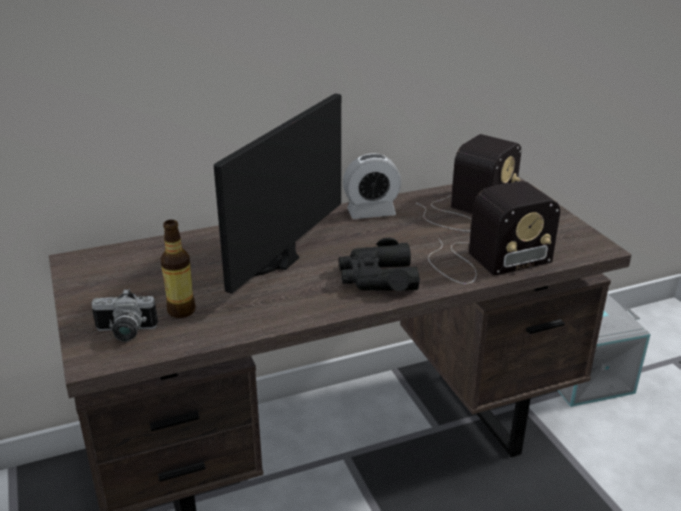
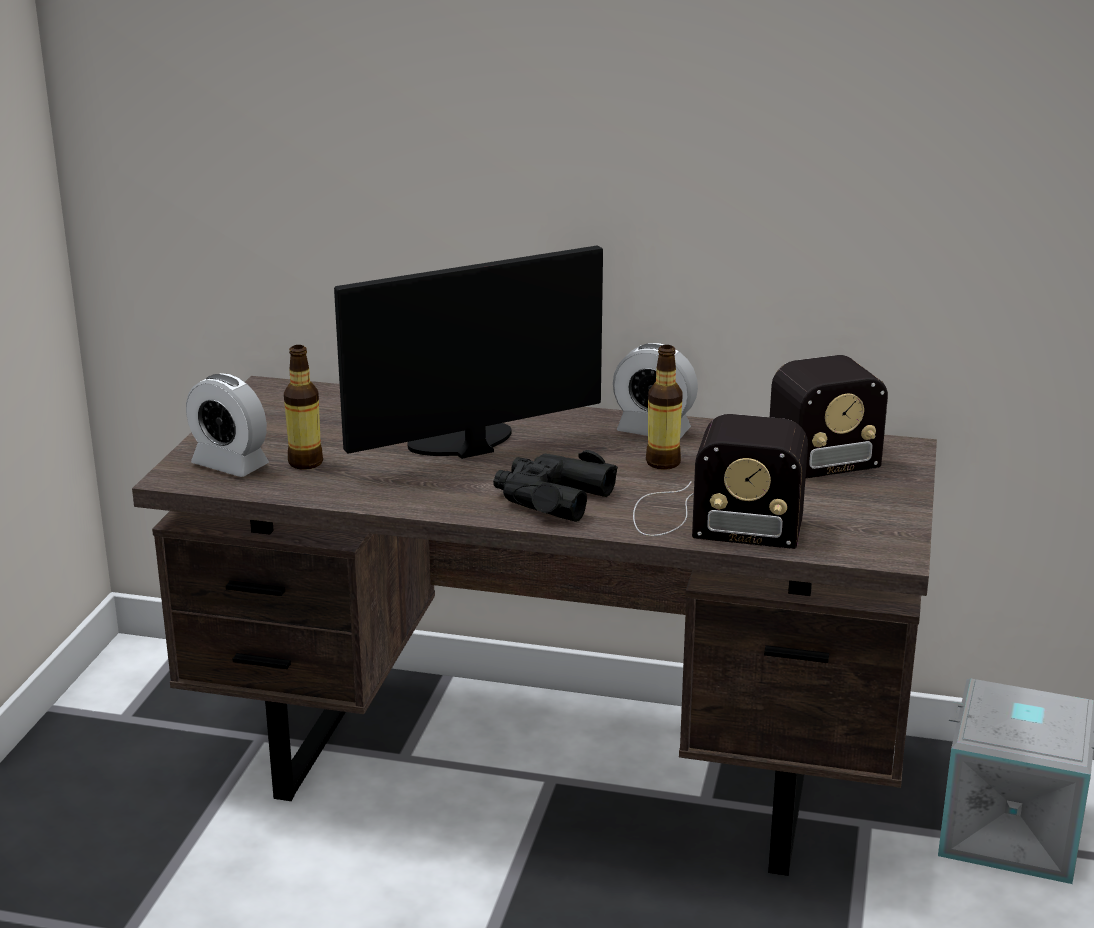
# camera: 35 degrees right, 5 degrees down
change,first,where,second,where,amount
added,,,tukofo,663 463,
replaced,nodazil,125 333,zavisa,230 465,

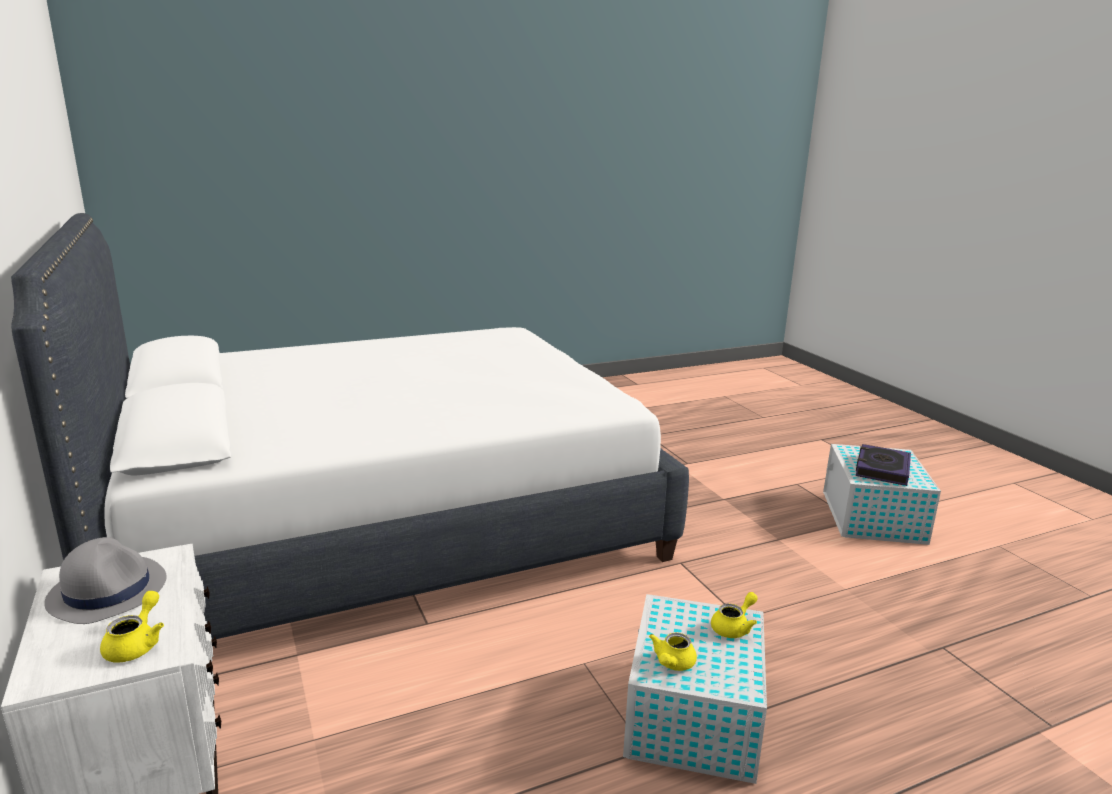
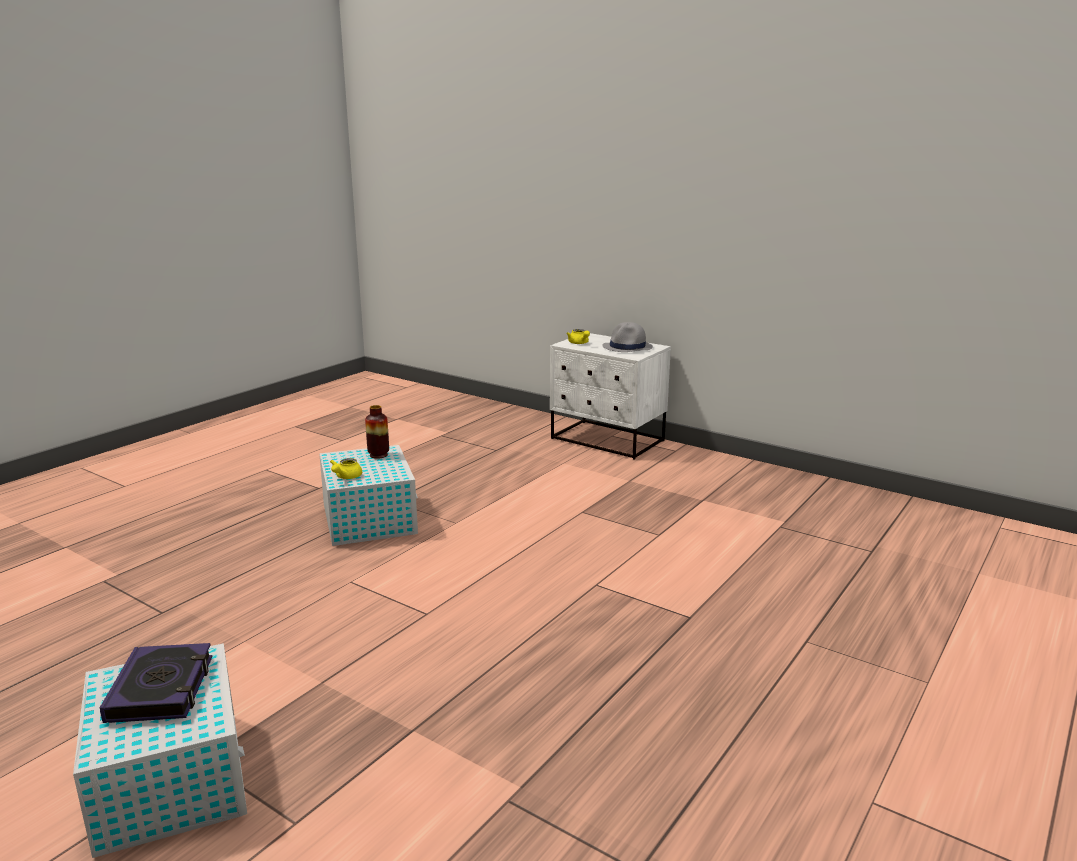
# camera: 150 degrees right, 0 degrees up
change,first,where,second,where,amount
removed,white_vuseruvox,382 524,,,
replaced,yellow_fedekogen,672 663,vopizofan,378 455,

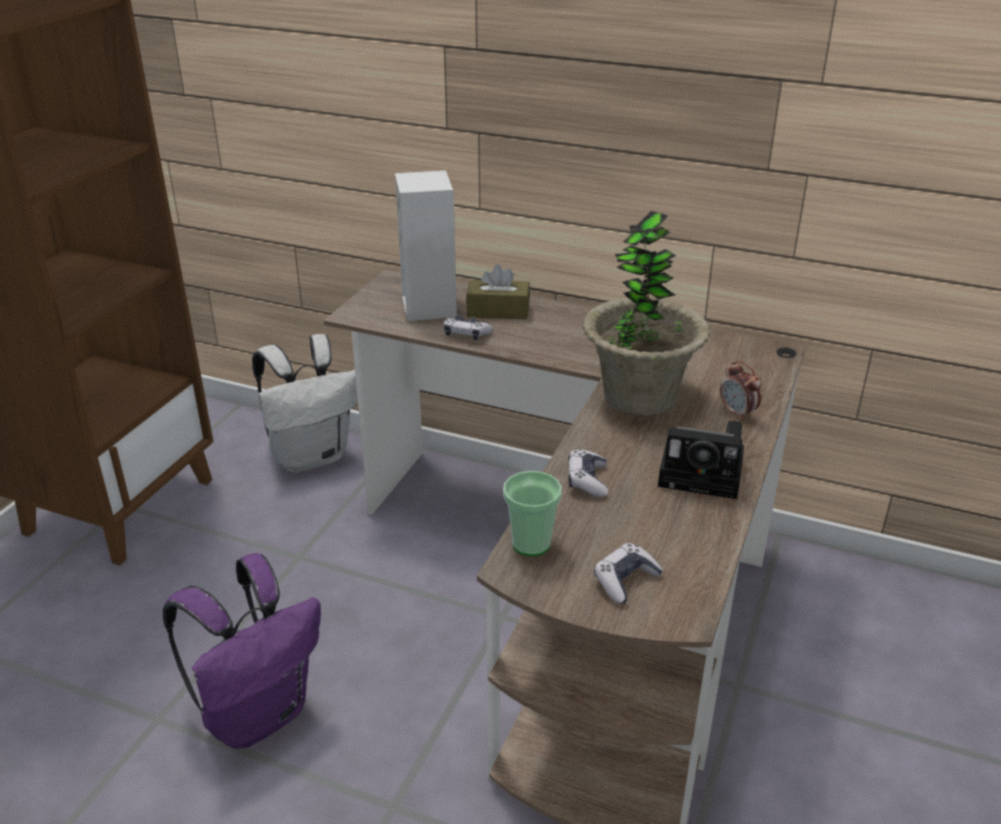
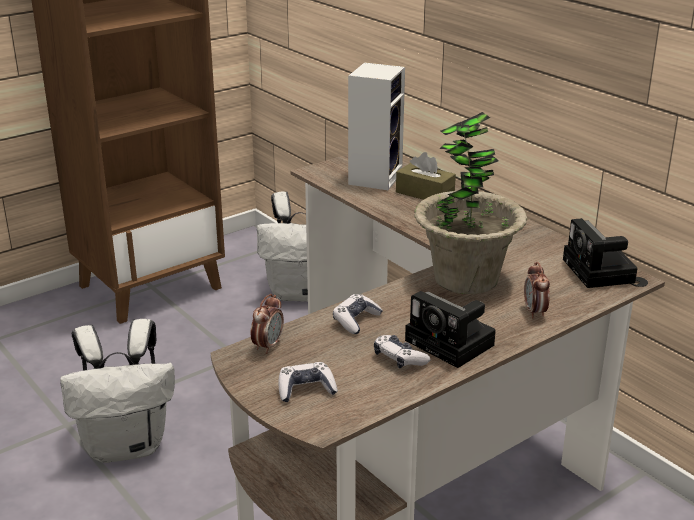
# camera: 30 degrees right, 5 degrees down
change,first,where,second,where,amount
added,,,nodazil,600 272,
moved,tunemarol,466 334,,399 358,
replaced,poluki,531 543,zavisa,268 346,
recoloured,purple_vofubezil,258 714,white_vofubezil,127 445,

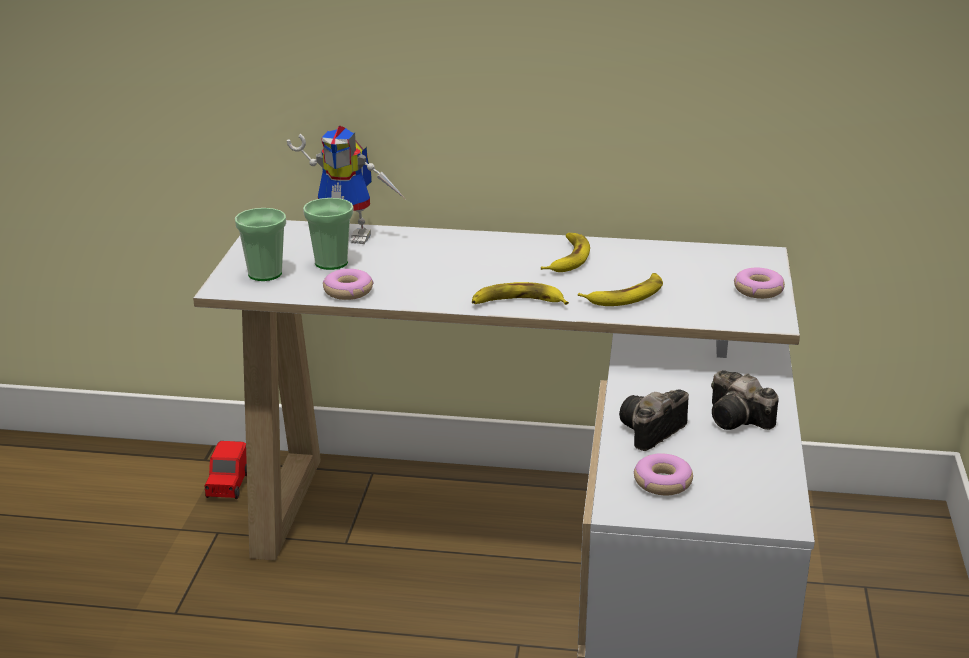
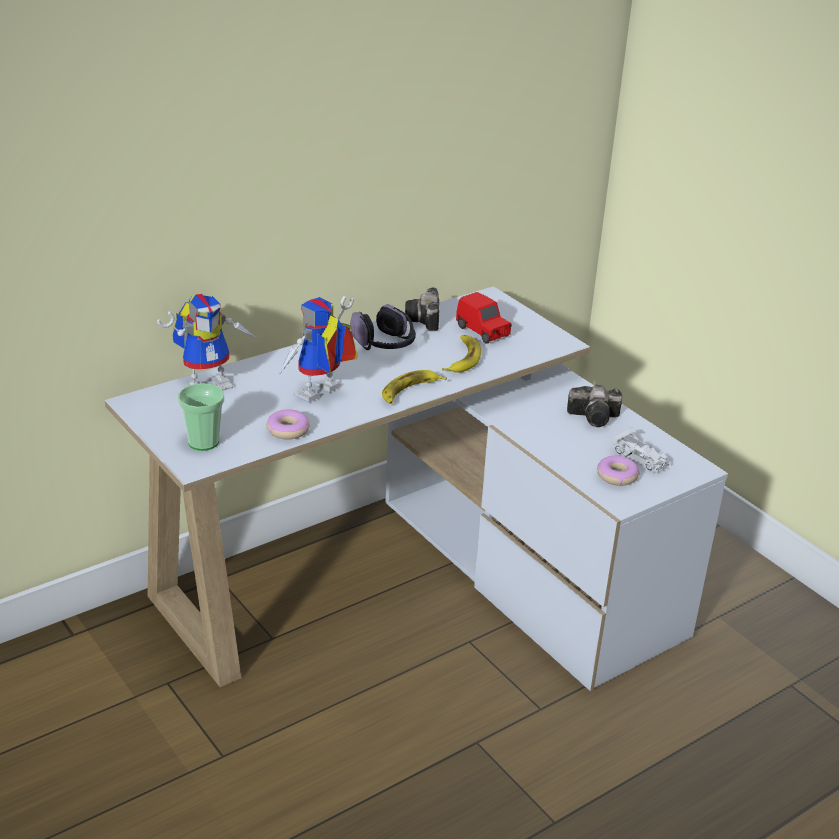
# camera: 45 degrees left, 5 degrees up
change,first,where,second,where,amount
removed,poluki,331 263,,,
removed,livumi,758 290,,,
added,,,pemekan,319 396,
added,,,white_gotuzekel,641 458,
moved,red_gotuzekel,228 485,,483 332,
moved,nodazil,649 433,,425 321,
replaced,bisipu,567 258,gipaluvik,384 344,

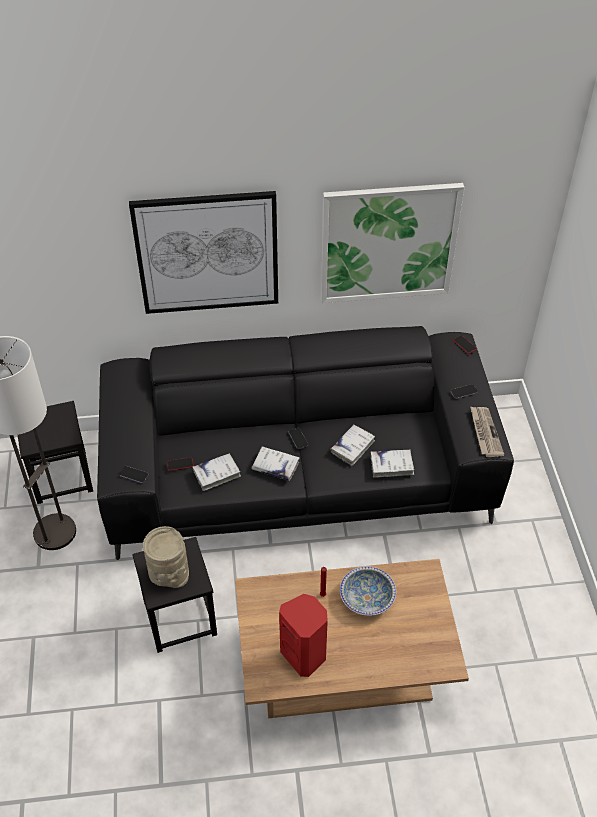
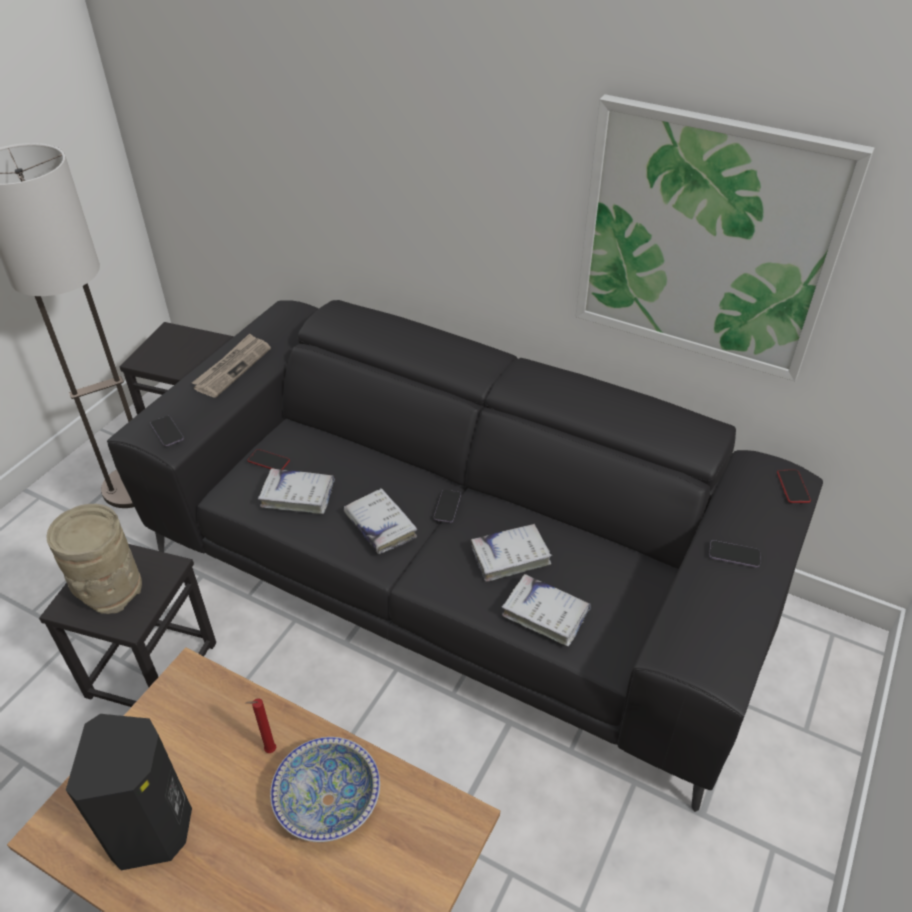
# camera: 35 degrees right, 5 degrees down
change,first,where,second,where,amount
removed,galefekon,207 253,,,
moved,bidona,485 432,,232 367,
recoloured,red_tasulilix,305 655,black_tasulilix,154 829,

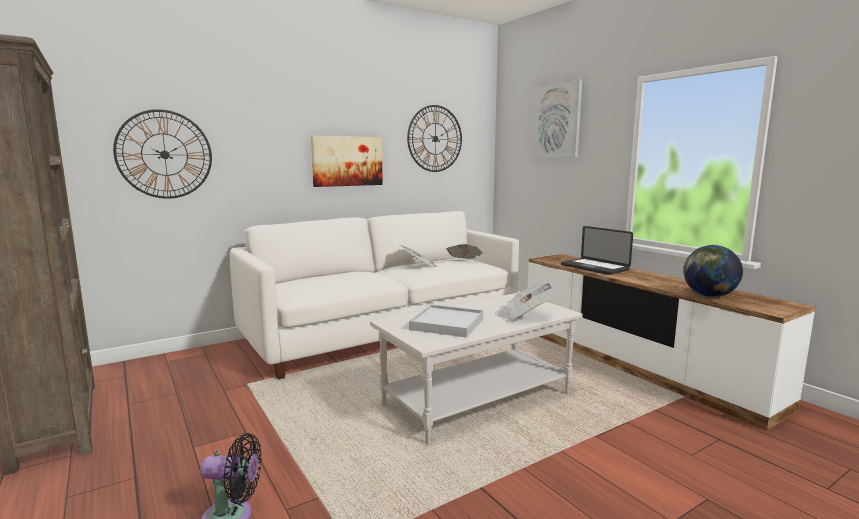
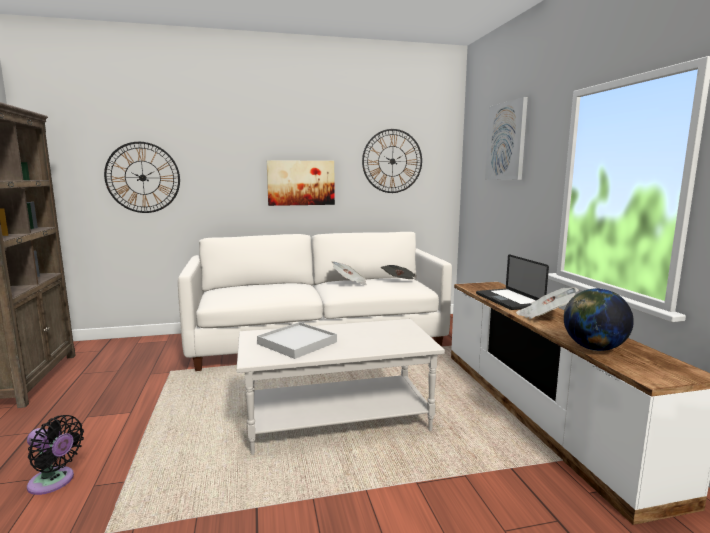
# camera: 20 degrees right, 0 degrees up
change,first,where,second,where,amount
moved,bidona,523 315,,544 317,

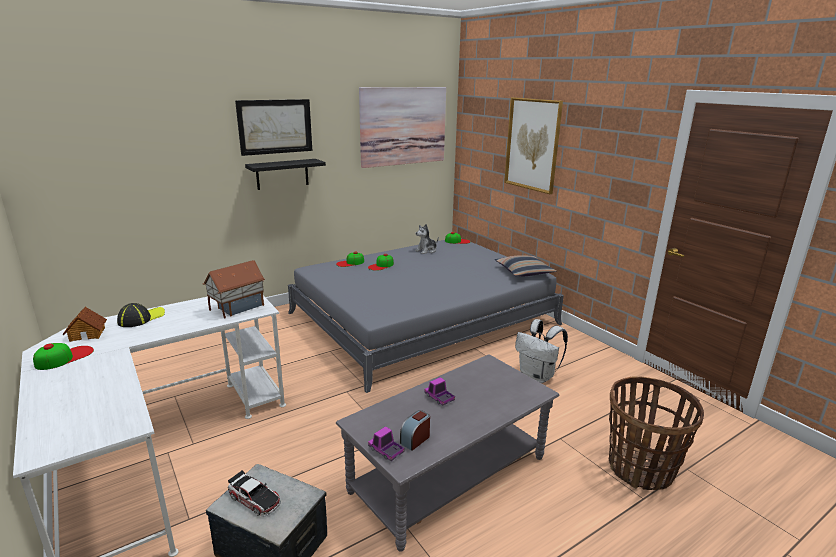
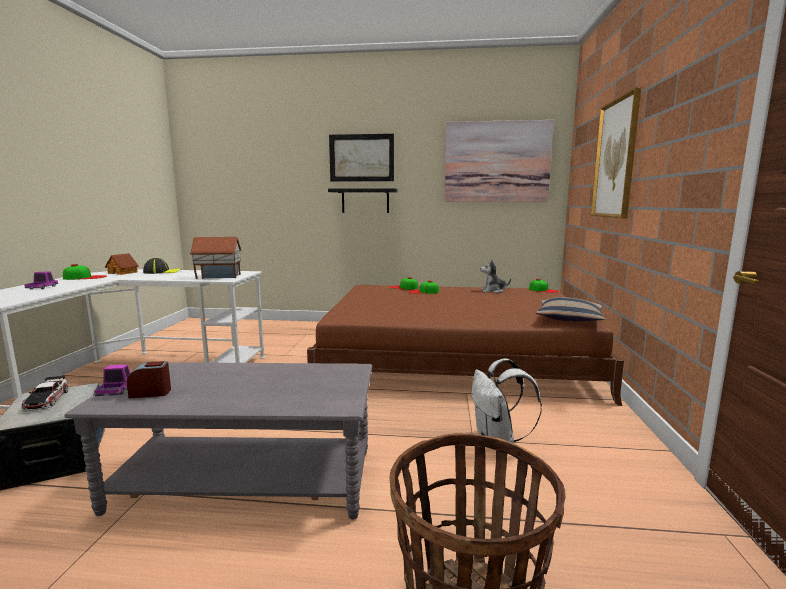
# camera: 40 degrees right, 10 degrees down
change,first,where,second,where,amount
moved,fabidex,439 398,,42 288,
recoloured,grey_vuseruvox,422 318,brown_vuseruvox,454 357,

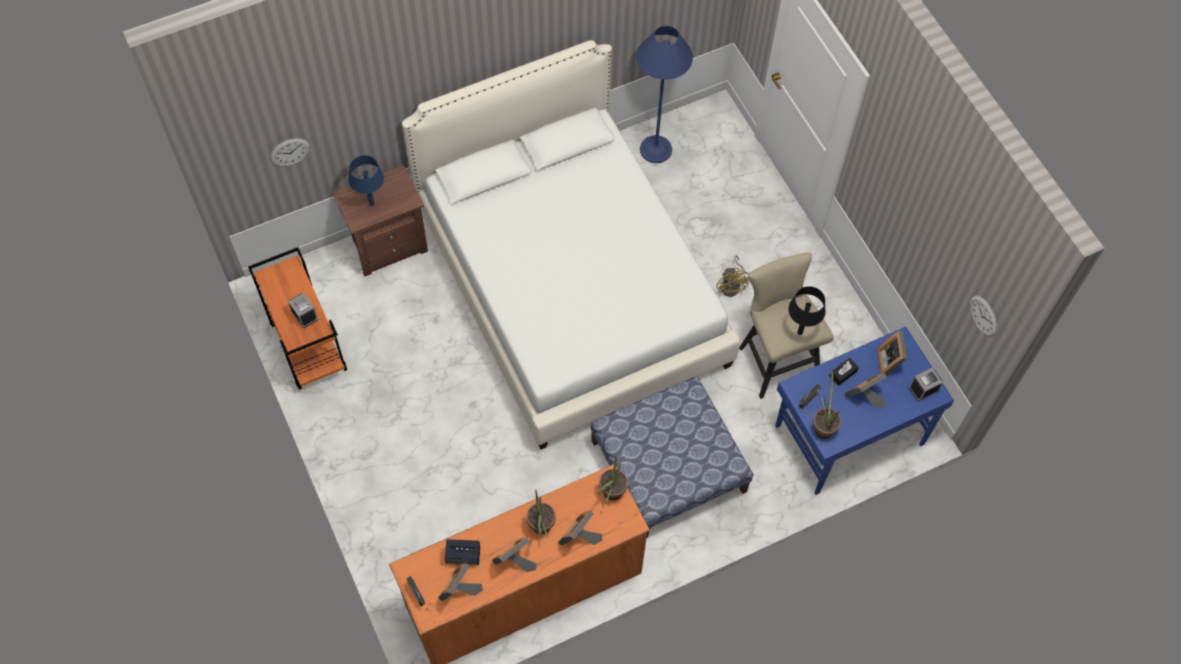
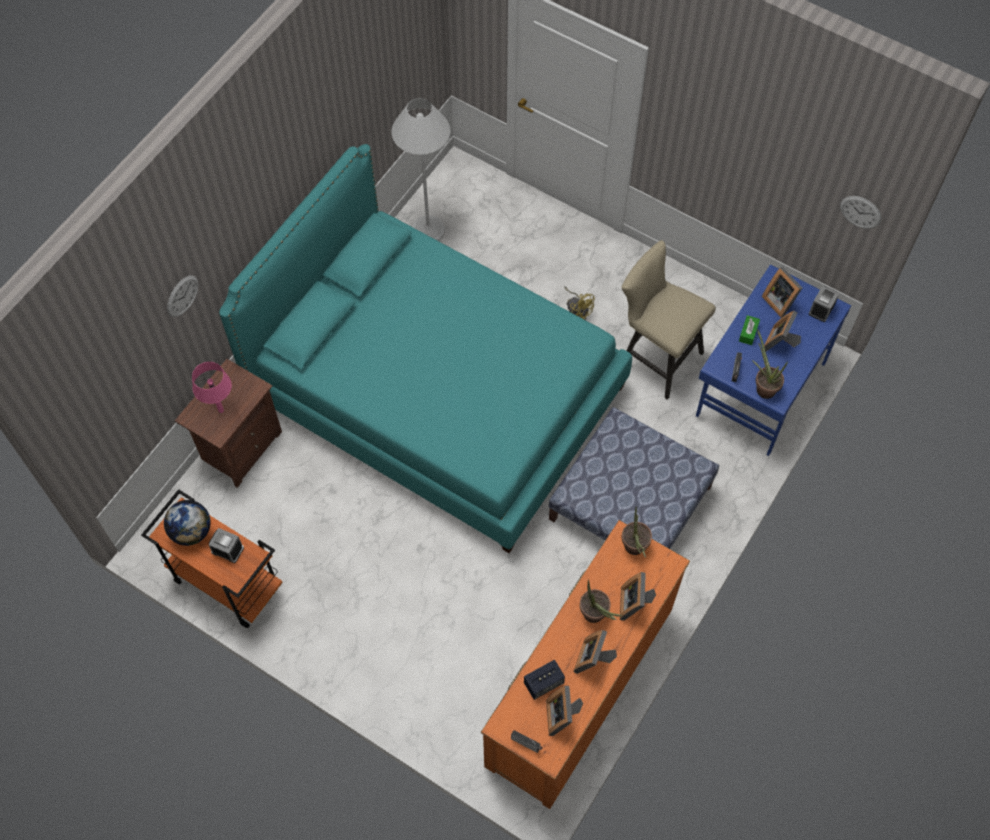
# camera: 30 degrees left, 0 degrees up
change,first,where,second,where,amount
removed,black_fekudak,800 332,,,
added,,,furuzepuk,191 531,
moved,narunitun,290 152,,182 296,
recoloured,blue_fekudak,372 204,pink_fekudak,221 410,
recoloured,white_vuseruvox,572 287,turquoise_vuseruvox,437 392,
recoloured,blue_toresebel,655 149,white_toresebel,428 230,
recoloured,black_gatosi,843 374,green_gatosi,748 333,

